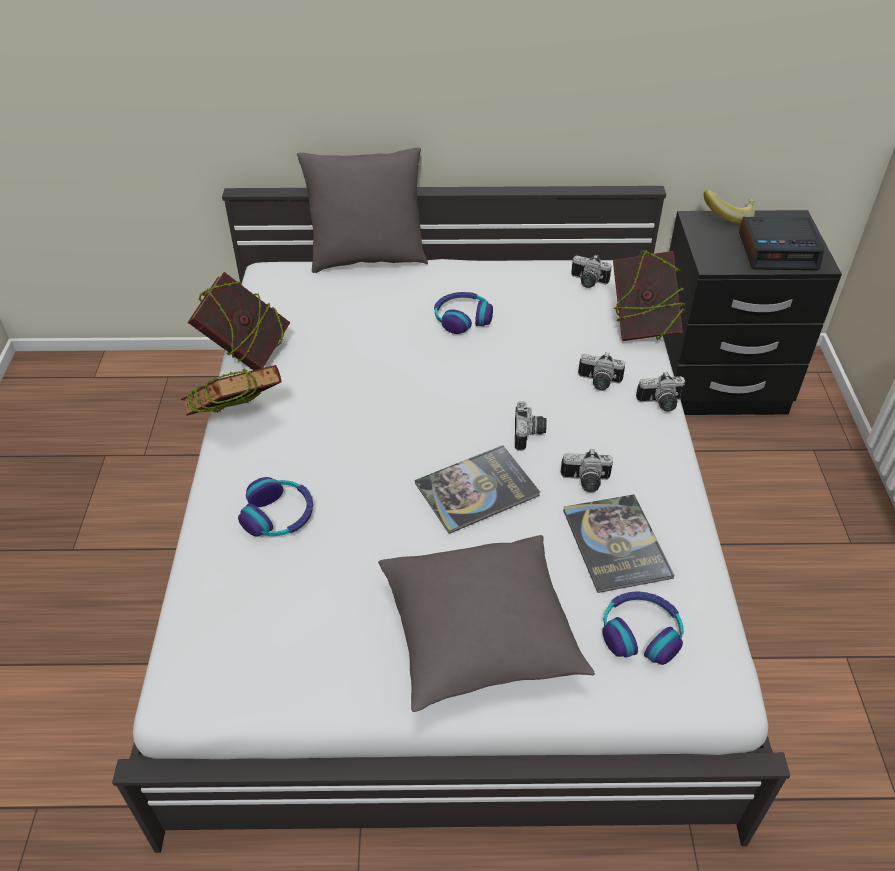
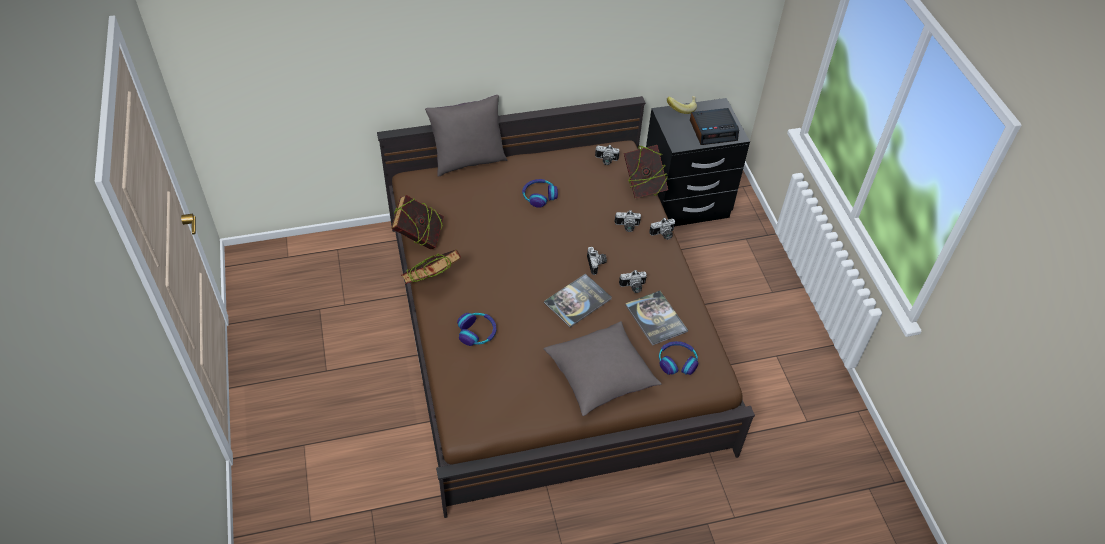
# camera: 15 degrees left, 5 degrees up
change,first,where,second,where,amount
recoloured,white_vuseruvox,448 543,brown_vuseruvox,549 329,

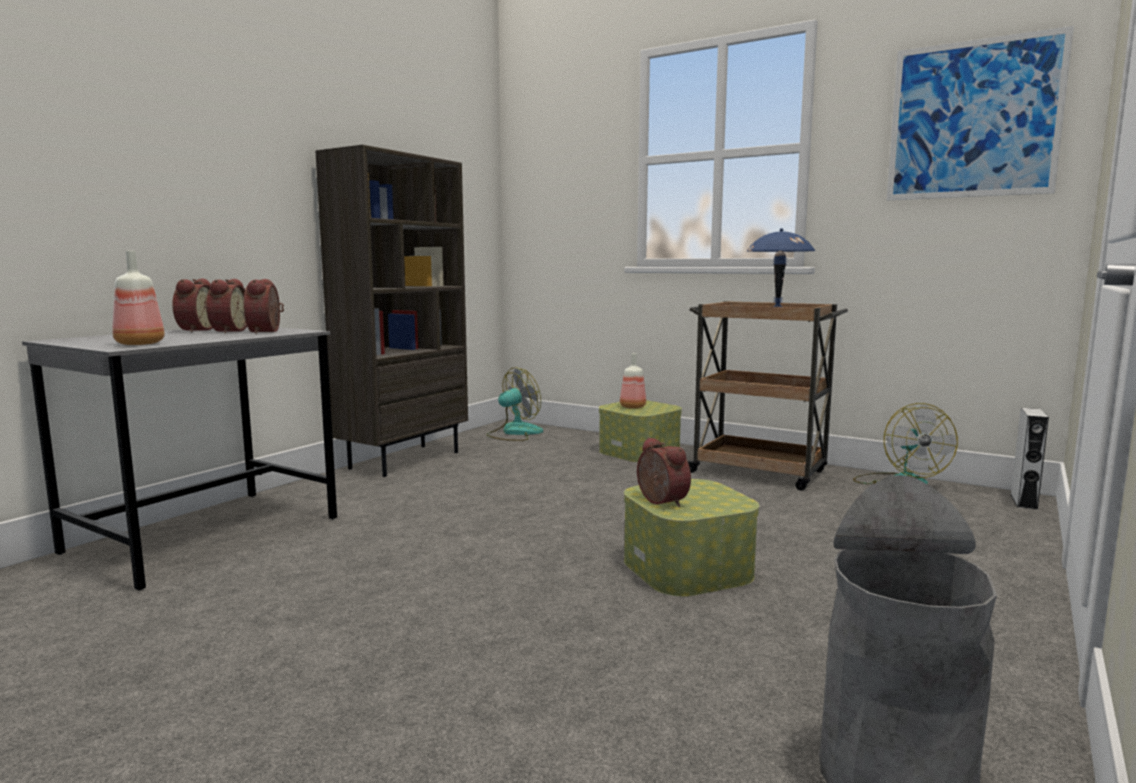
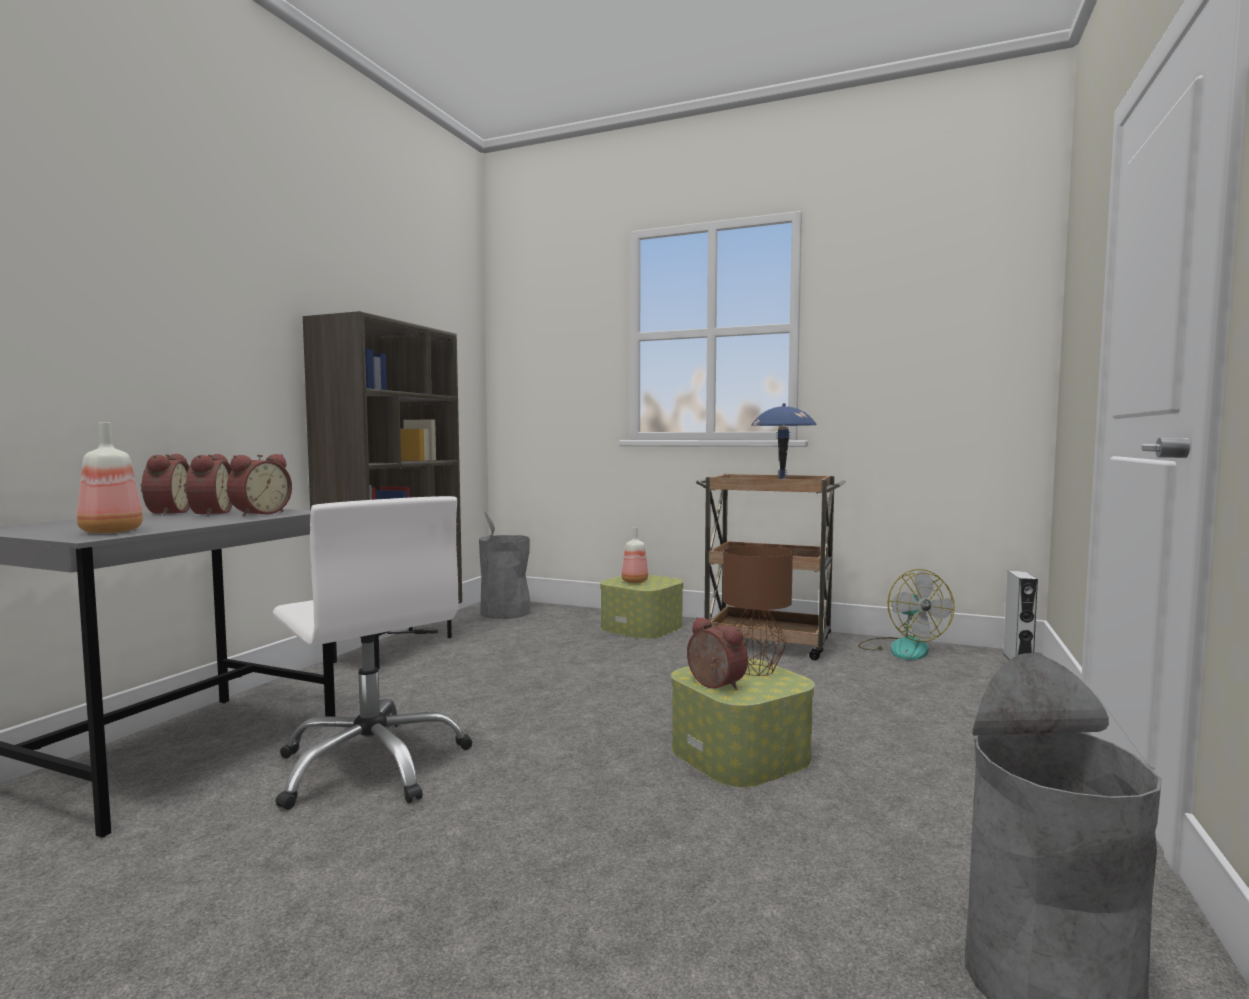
# camera: 10 degrees left, 5 degrees down
change,first,where,second,where,amount
removed,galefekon,973 119,,,
added,,,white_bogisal,373 764,
added,,,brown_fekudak,757 670,
replaced,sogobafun,514 433,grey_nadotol,505 612,
turned,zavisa,267 332,,259 513,135 degrees counterclockwise

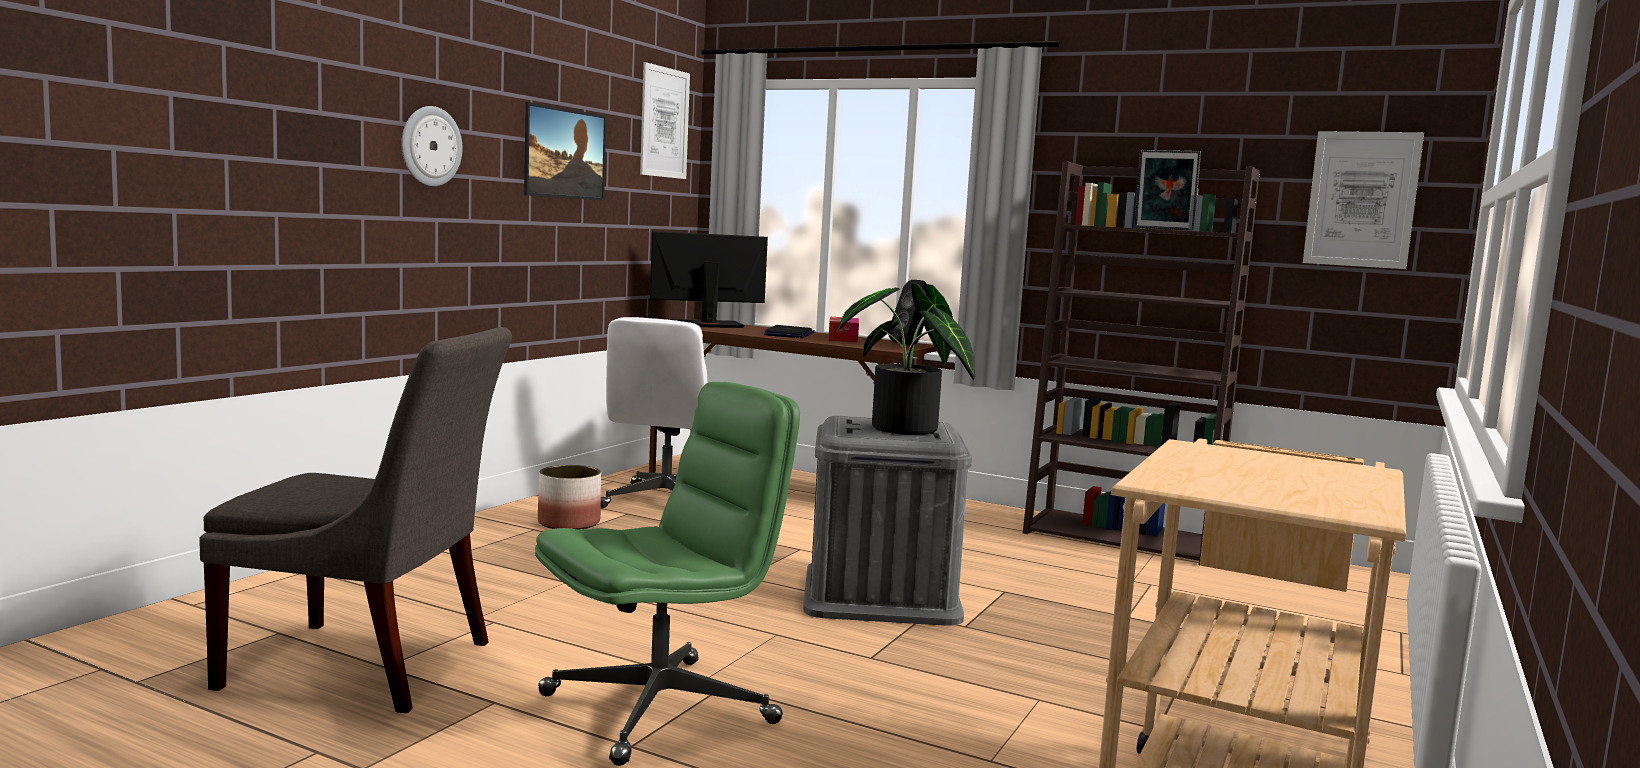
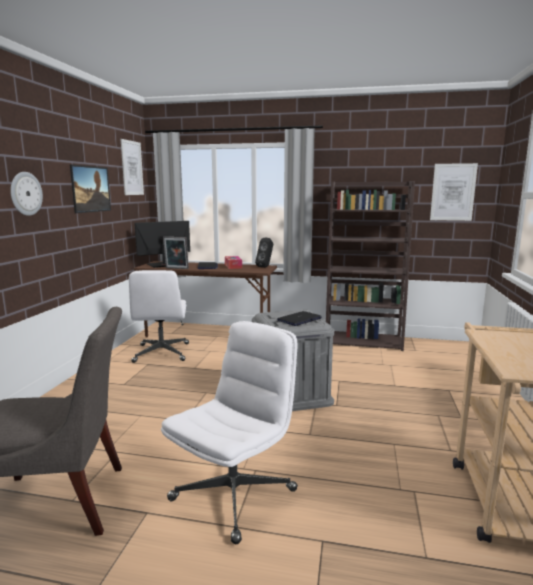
# camera: 15 degrees left, 5 degrees up
change,first,where,second,where,amount
removed,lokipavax,569 523,,,
moved,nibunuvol,1163 229,,176 268,
replaced,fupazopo,906 431,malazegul,299 319,
recoloured,green_bogisal,661 708,white_bogisal,234 494,

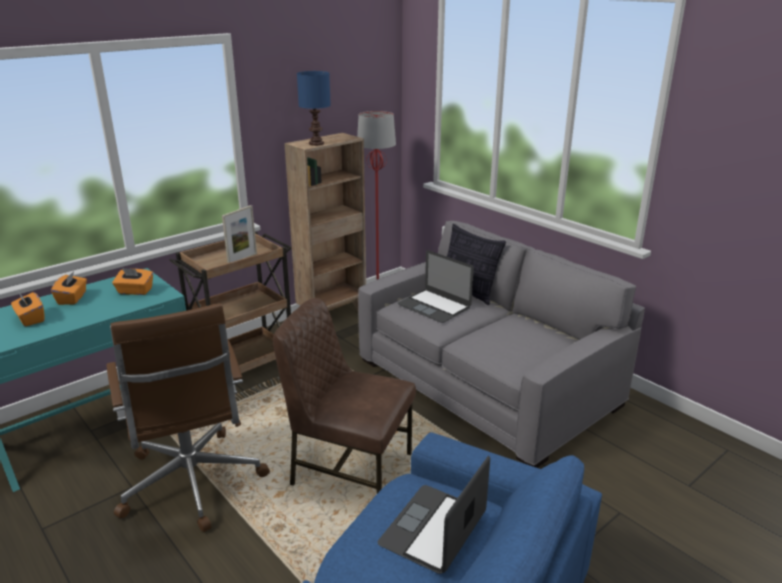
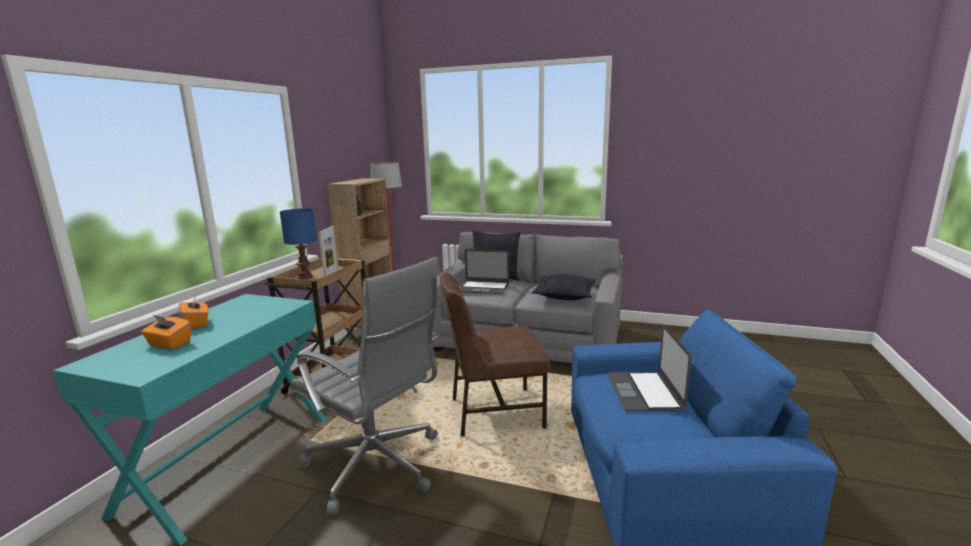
# camera: 30 degrees left, 10 degrees down
change,first,where,second,where,amount
removed,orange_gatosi,135 291,,,
added,,,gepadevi,564 296,
moved,blue_fekudak,316 144,,305 277,
recoloured,brown_bogisal,192 484,grey_bogisal,376 466,

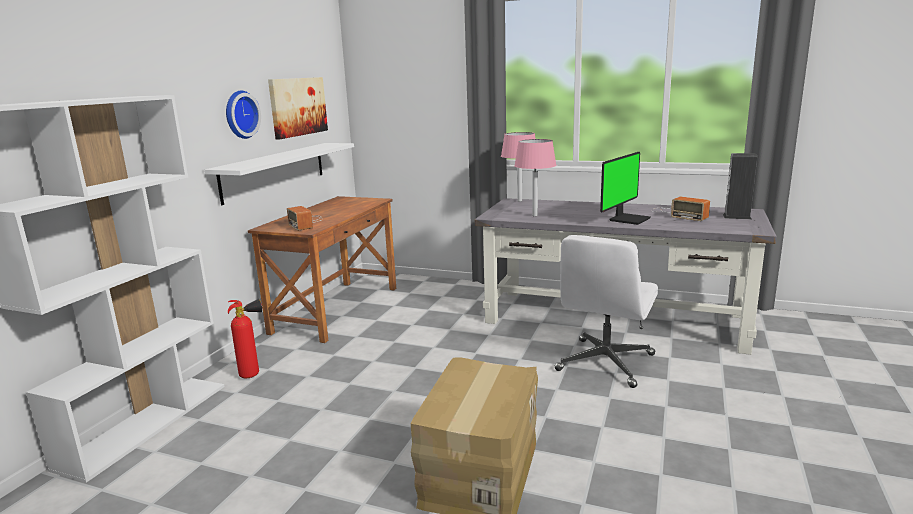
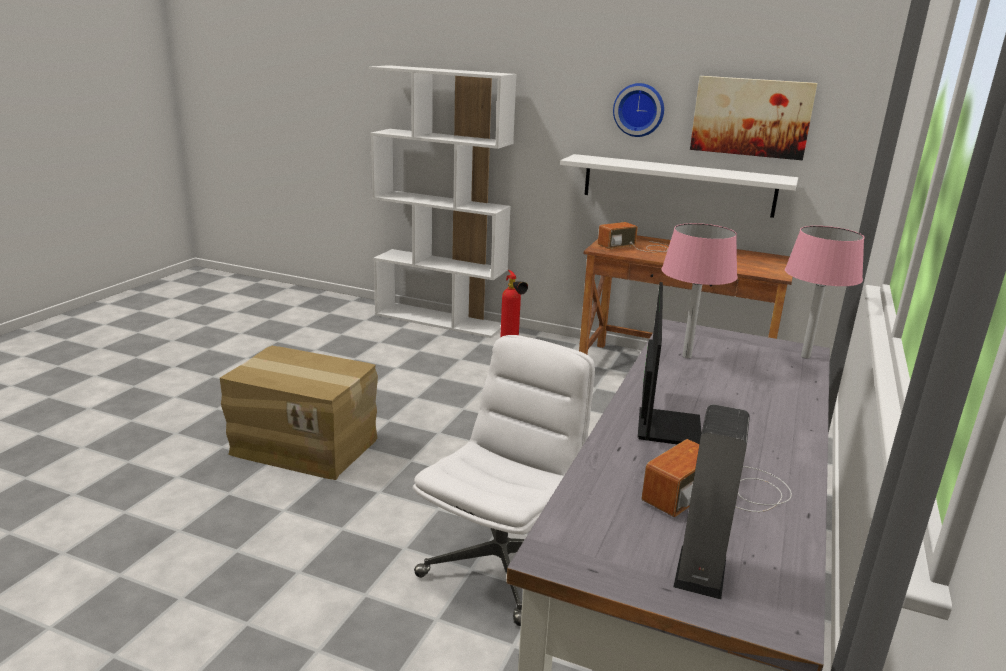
# camera: 90 degrees right, 5 degrees up
change,first,where,second,where,amount
turned,white_bogisal,605 363,,501 564,90 degrees clockwise
turned,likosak,628 219,,664 427,120 degrees counterclockwise

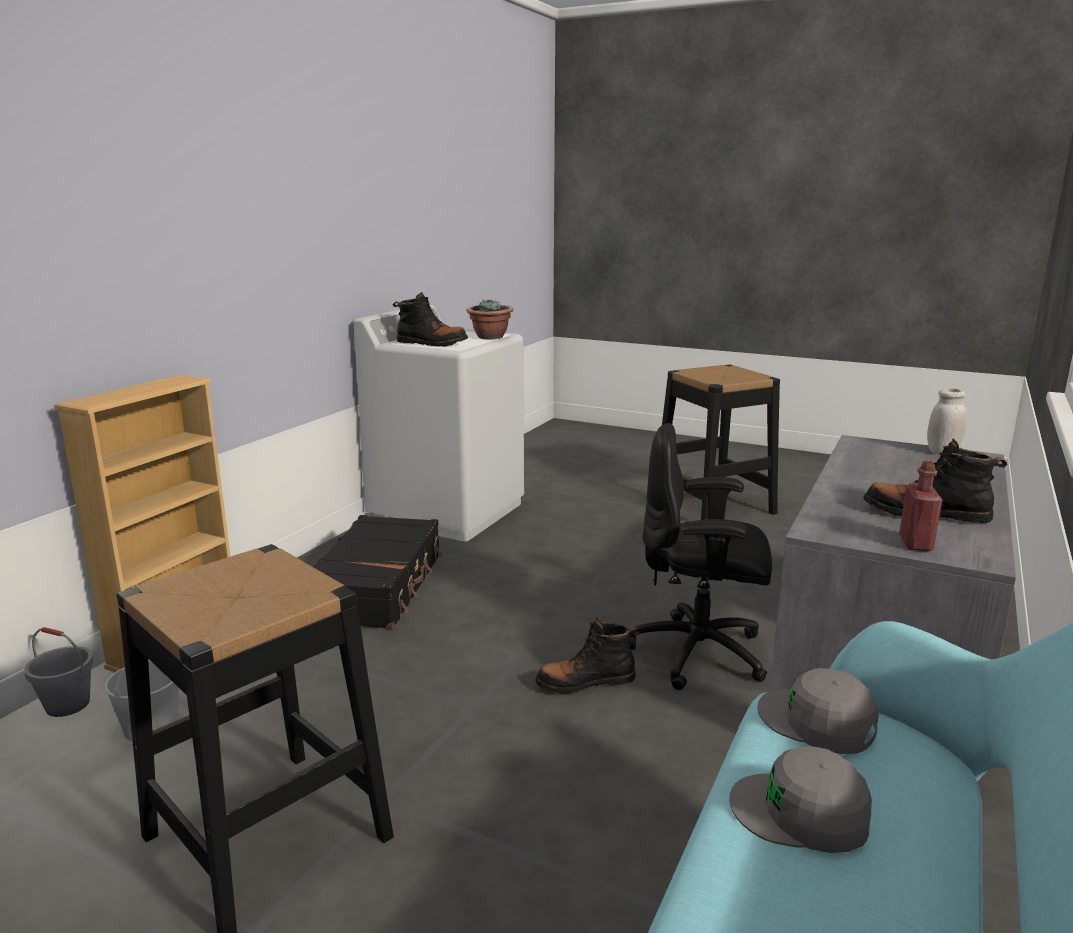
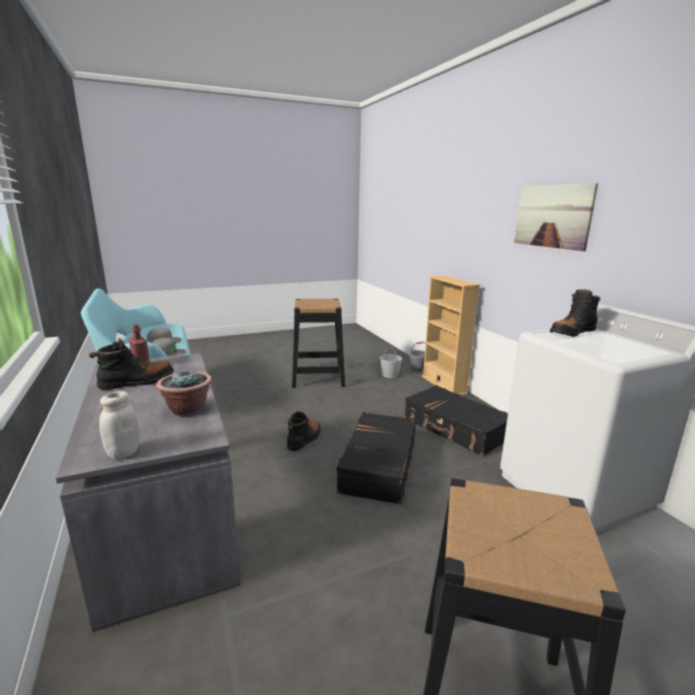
# camera: 130 degrees right, 0 degrees up
change,first,where,second,where,amount
removed,black_bogisal,700 654,,,
added,,,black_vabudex,378 465,
added,,,galefekon,552 216,
moved,fupazopo,490 337,,187 410,

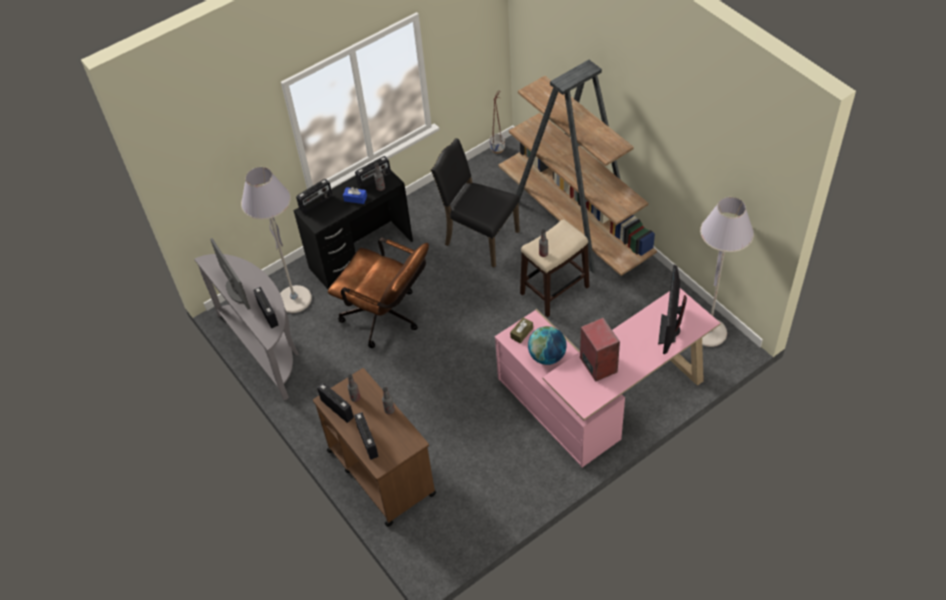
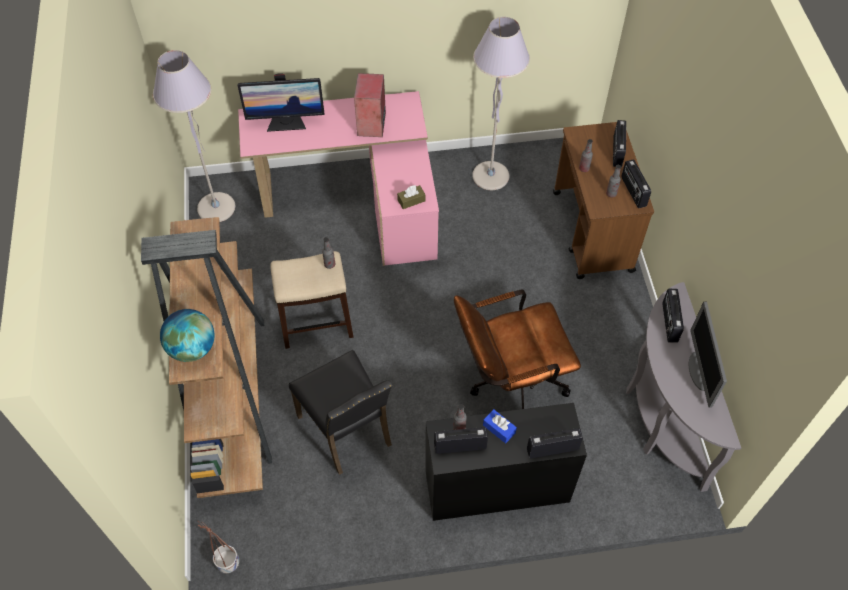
# camera: 155 degrees left, 5 degrees up
change,first,where,second,where,amount
moved,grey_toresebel,294 300,,491 176,
moved,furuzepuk,547 356,,192 348,
turned,brown_bogisal,387 318,,509 382,75 degrees counterclockwise
turned,likosak,669 330,,286 123,45 degrees clockwise

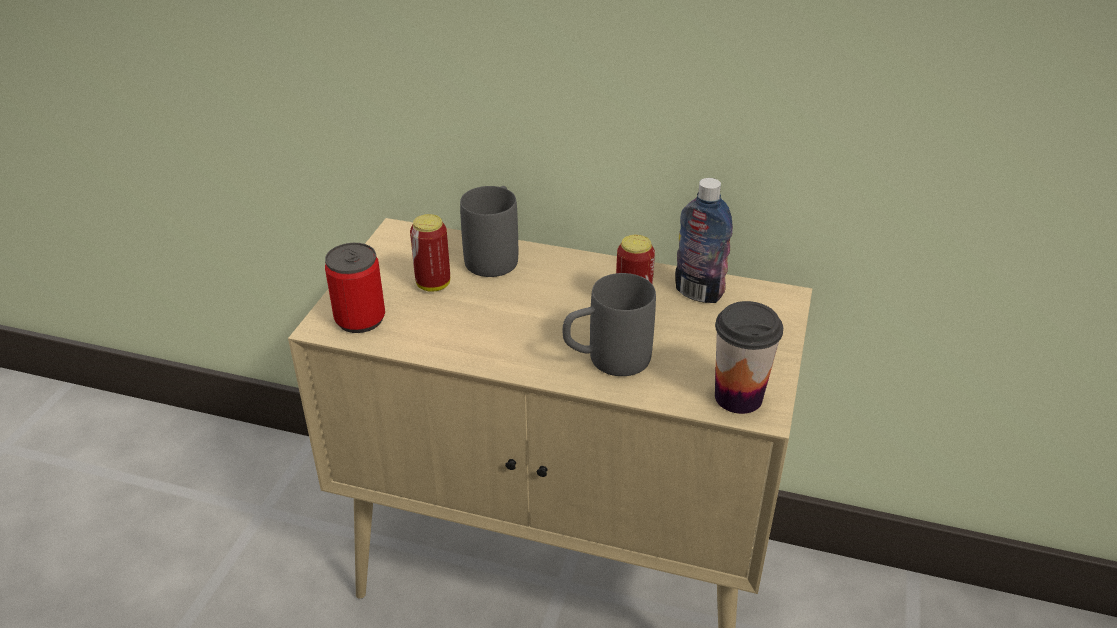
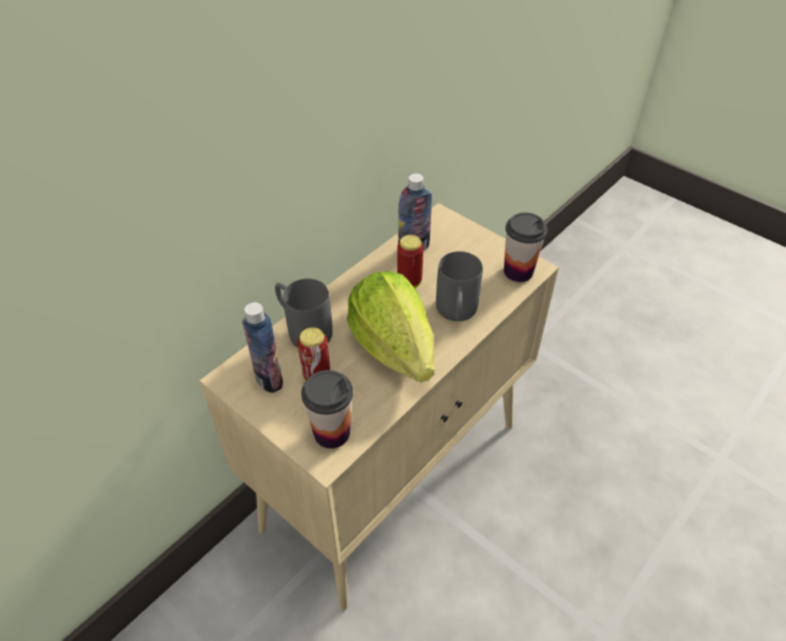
# camera: 65 degrees left, 10 degrees up
change,first,where,second,where,amount
added,,,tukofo,269 378,
added,,,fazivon,394 348,
replaced,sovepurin,360 319,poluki,332 433,

